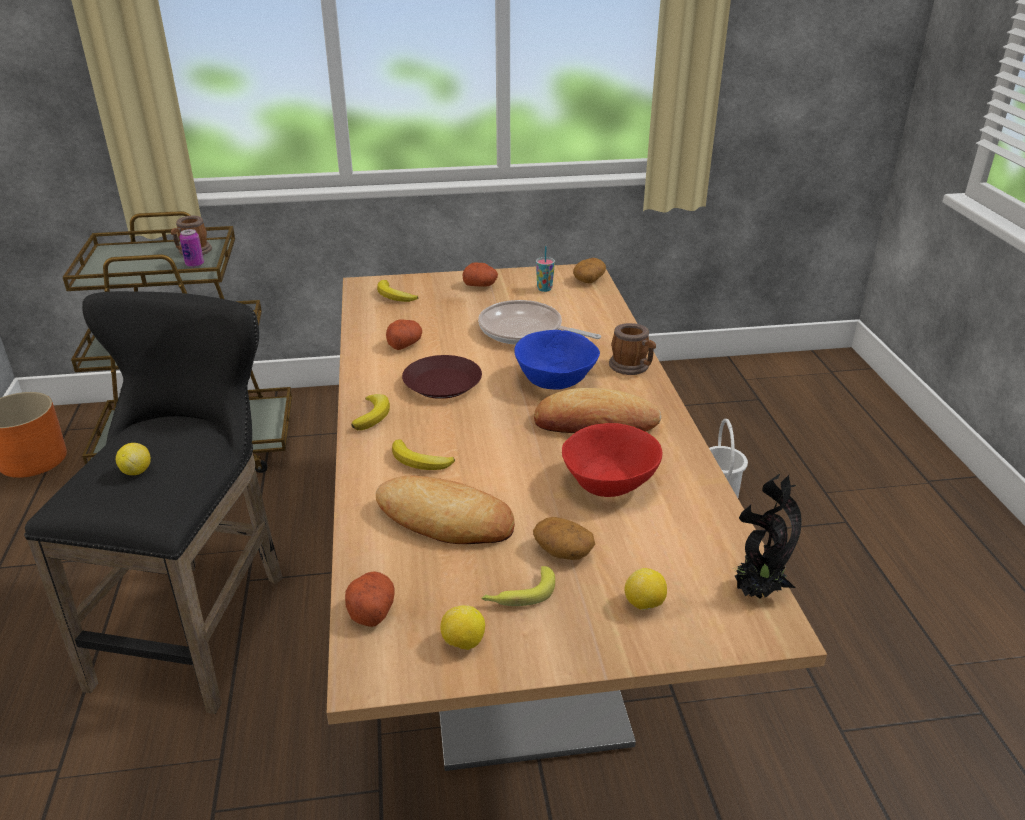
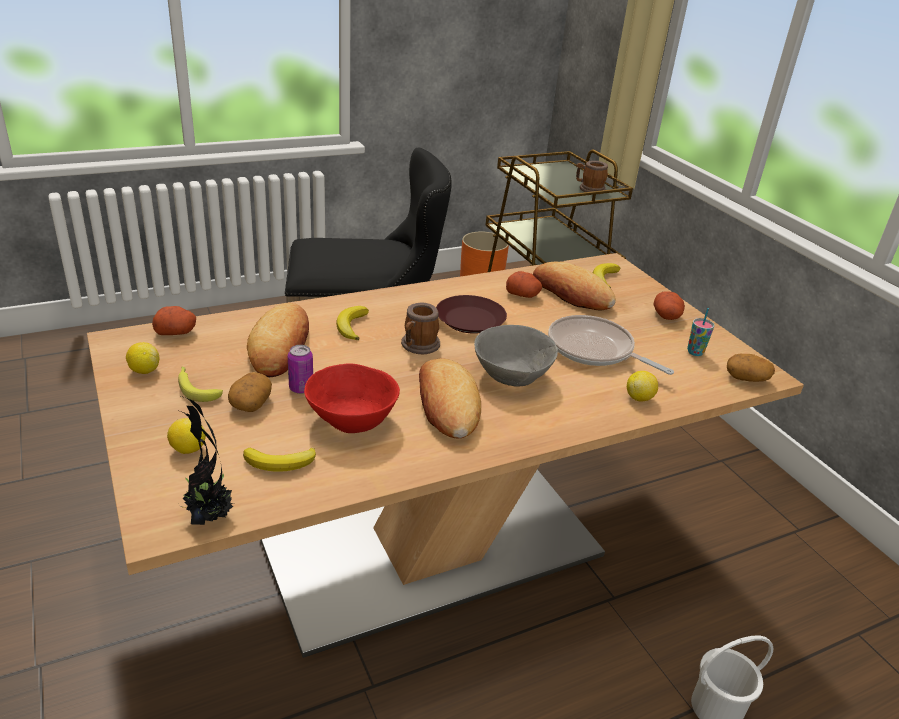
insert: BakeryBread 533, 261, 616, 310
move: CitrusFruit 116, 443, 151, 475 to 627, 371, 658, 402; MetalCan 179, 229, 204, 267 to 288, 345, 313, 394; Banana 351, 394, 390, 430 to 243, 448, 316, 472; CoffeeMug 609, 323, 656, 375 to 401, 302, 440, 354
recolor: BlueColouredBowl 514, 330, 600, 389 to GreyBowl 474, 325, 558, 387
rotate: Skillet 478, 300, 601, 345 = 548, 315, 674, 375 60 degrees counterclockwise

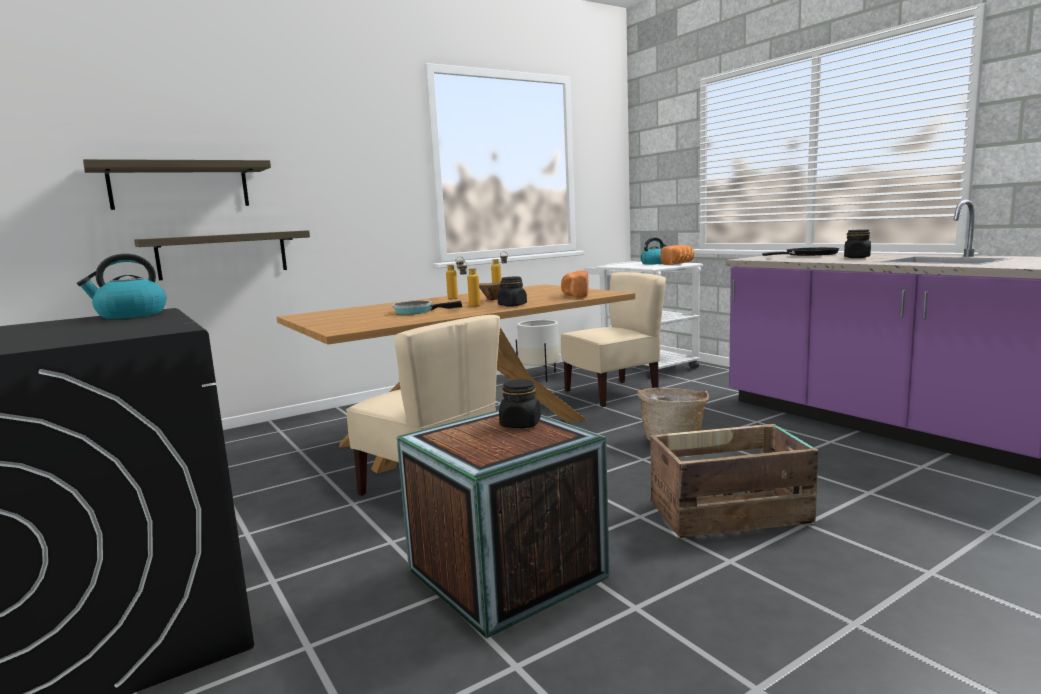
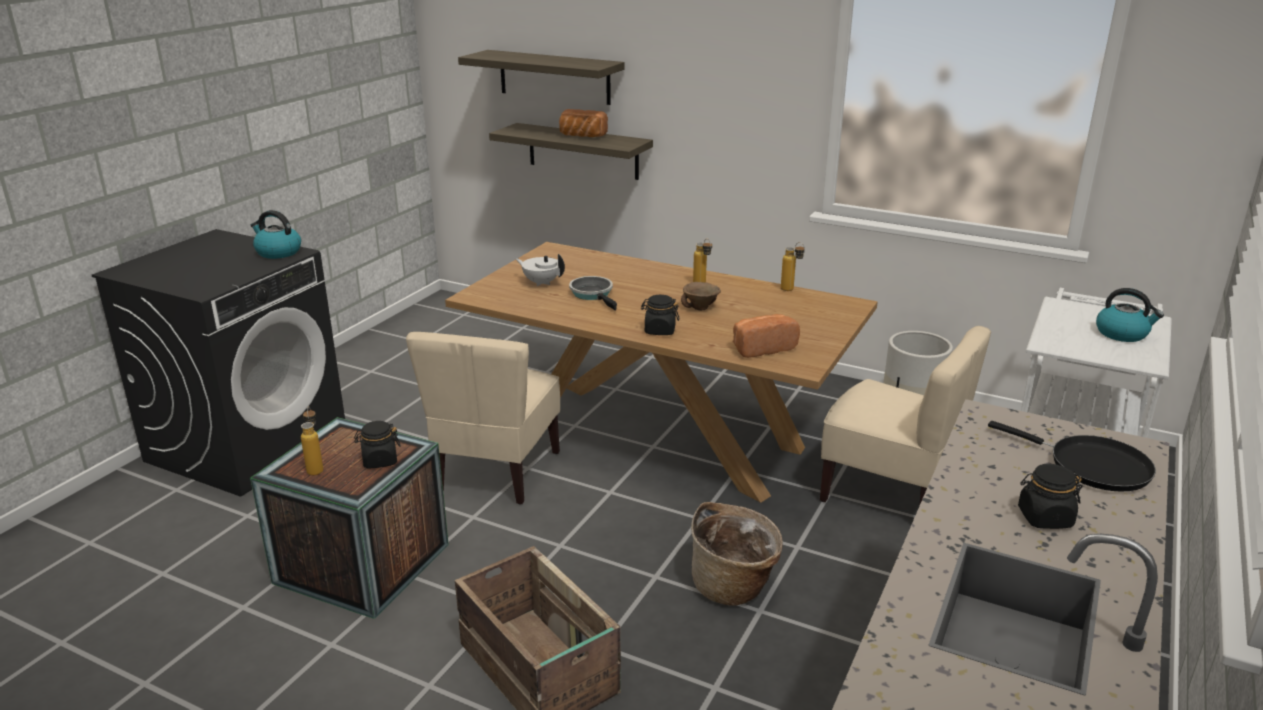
insert: WhiteColouredTeaPot 516, 254, 565, 286
move: DrinkBottle 458, 260, 481, 307 to 301, 406, 323, 476; BakeryBread 660, 245, 694, 265 to 559, 109, 608, 137

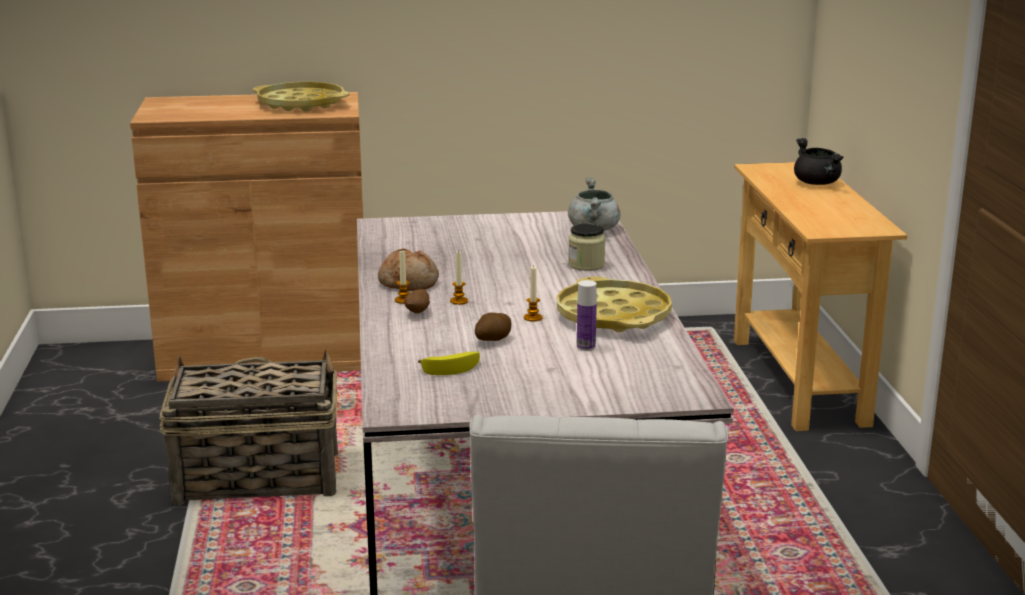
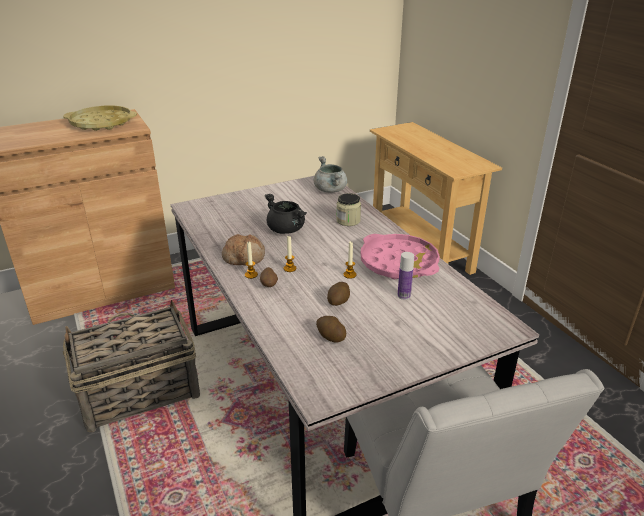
move: BlackColouredStockpot 794, 138, 844, 185 to 265, 194, 307, 234
replace: Banana 418, 352, 480, 375 to WholePotato 316, 316, 346, 342
recolor: YellowishTray 557, 276, 672, 332 to PinkColouredTray 361, 234, 440, 279

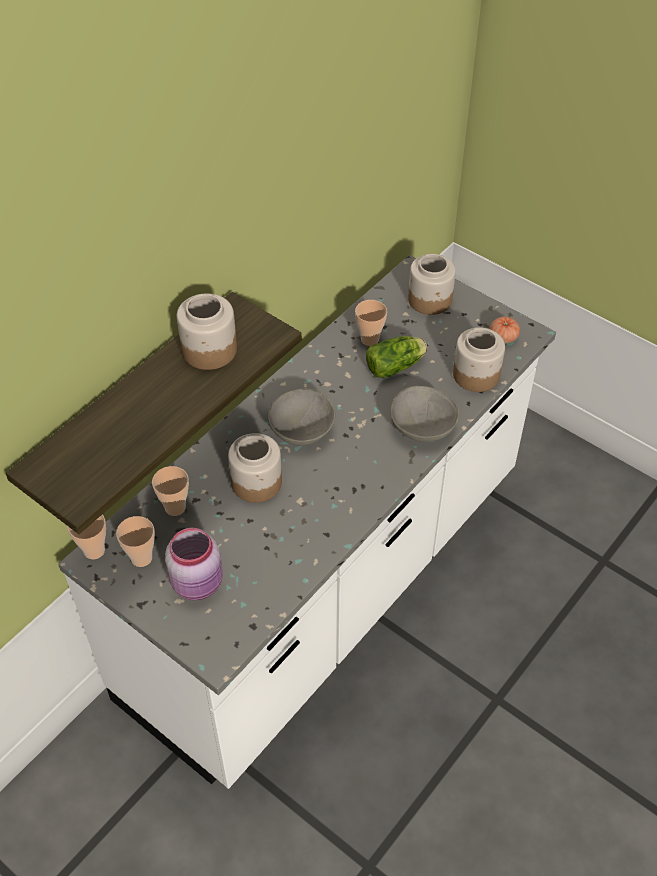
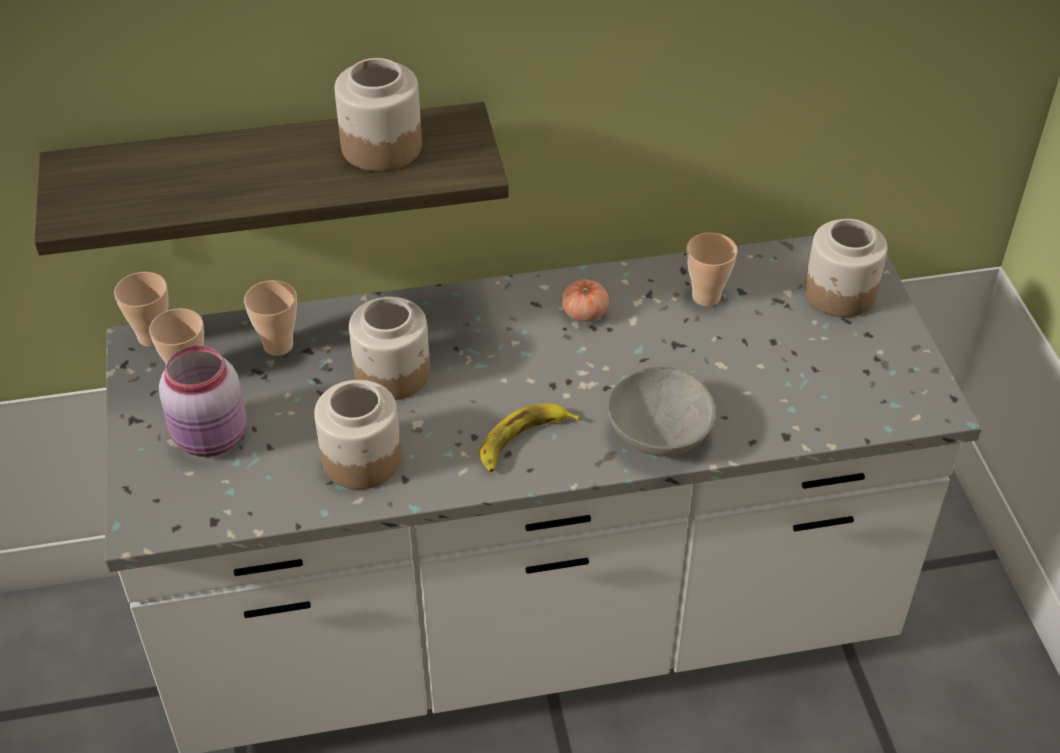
delete: GreyBowl 268, 389, 335, 446; Lettuce 366, 336, 428, 378
insert: Banana 479, 403, 580, 472
move: Jar 453, 327, 505, 392 to 314, 380, 401, 489; WholeTomato 490, 316, 520, 343 to 561, 279, 609, 322

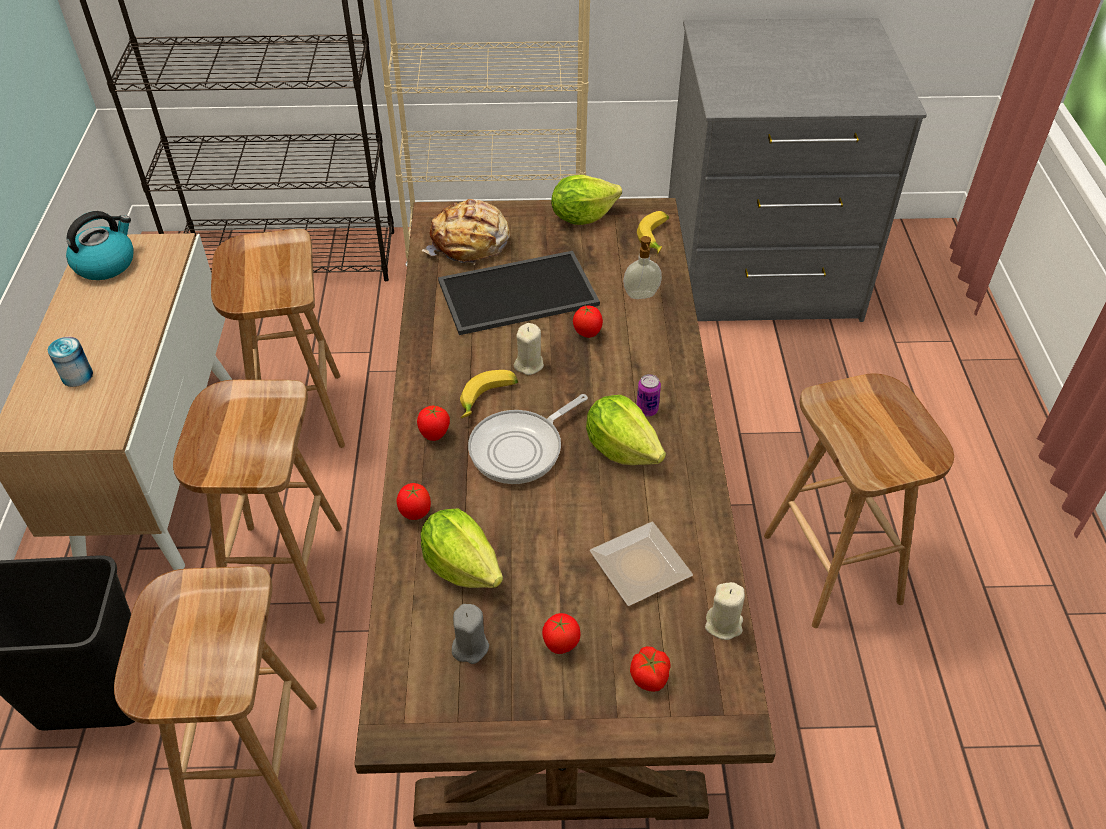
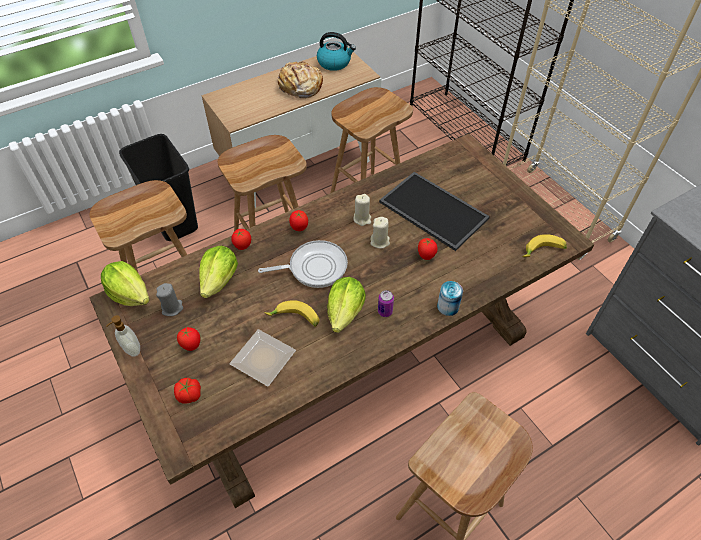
move: MetalCan 48, 337, 93, 387 to 437, 281, 463, 316; BakeryBread 422, 199, 510, 265 to 278, 61, 323, 98; Banana 460, 370, 518, 418 to 264, 300, 319, 327; Lettuce 551, 175, 622, 225 to 101, 261, 150, 306; SoapDispenser 623, 236, 662, 299 to 106, 315, 140, 357; BeigeCandle 705, 582, 745, 640 to 353, 194, 371, 226
rotate: Skillet 468, 394, 588, 484 = 258, 240, 348, 288 150 degrees clockwise

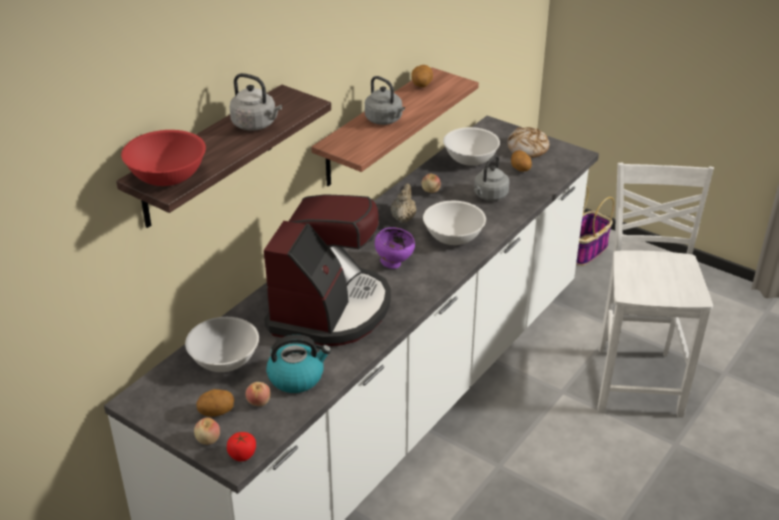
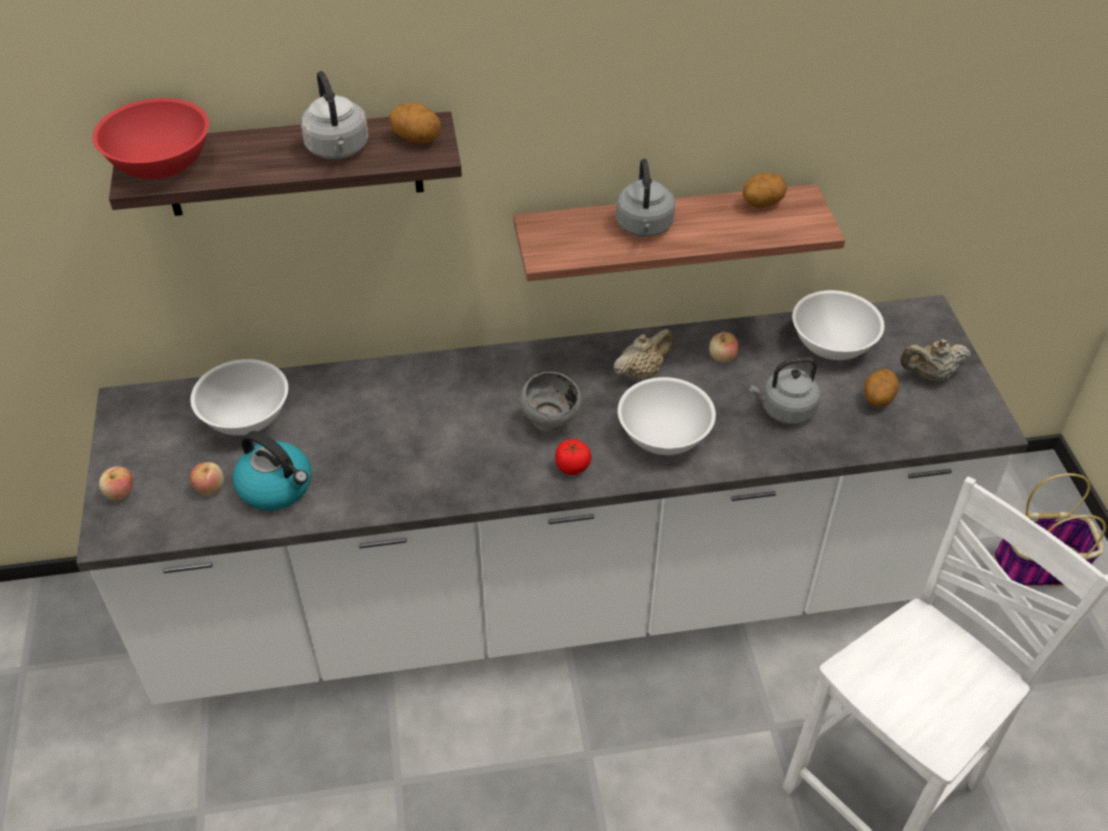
delete: CoffeeMachine 264, 194, 391, 346
move: WholePotato 197, 389, 234, 417 to 389, 103, 441, 143; WholeTomato 227, 432, 256, 461 to 555, 439, 592, 475
replace: BakeryBread 508, 127, 550, 158 to BeigeTeaPot 900, 339, 971, 382
recolor: PurplishBowl 375, 227, 415, 269 to GreyBowl 520, 371, 582, 432

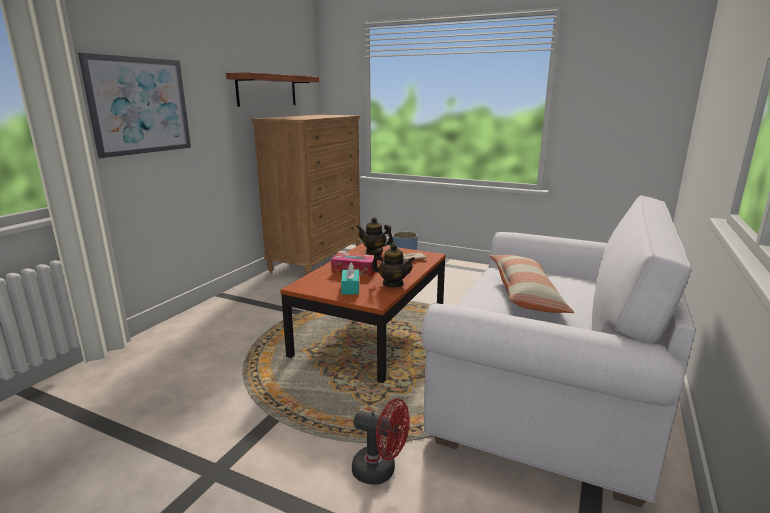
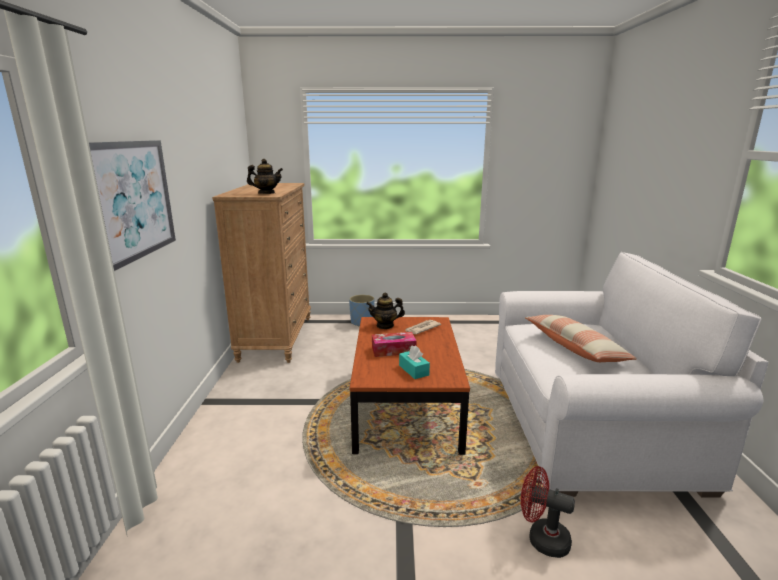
delete: WallShelf 226, 72, 319, 107
move: TeaPot 372, 243, 415, 287 to 247, 159, 283, 194
rotate: RedColouredCoolingFan 352, 398, 410, 485 = 521, 466, 575, 558 150 degrees counterclockwise

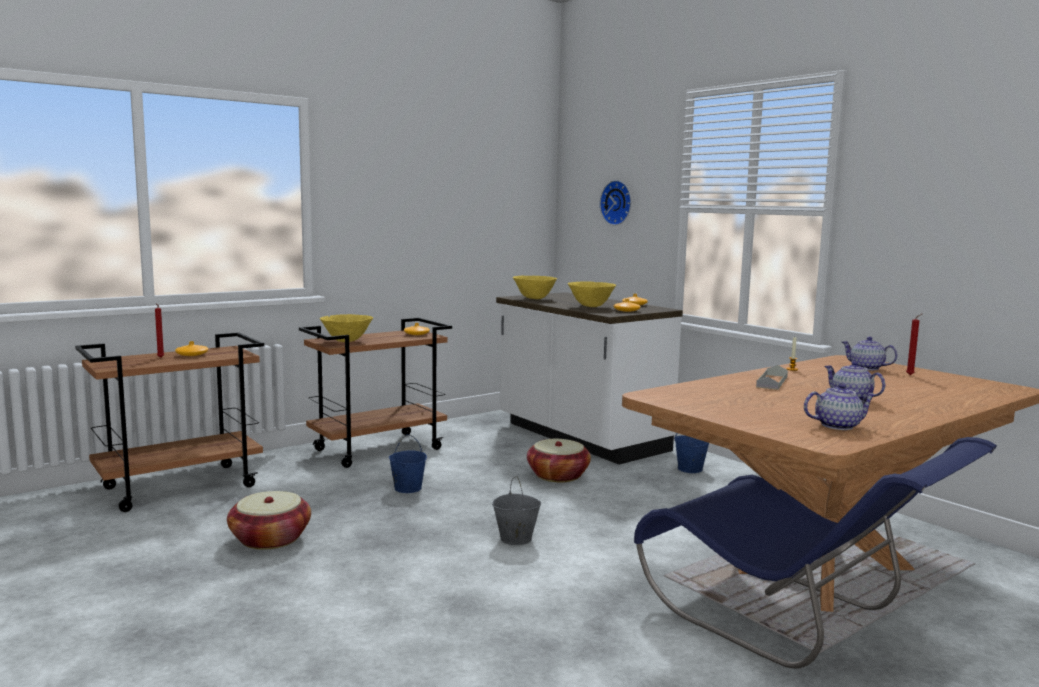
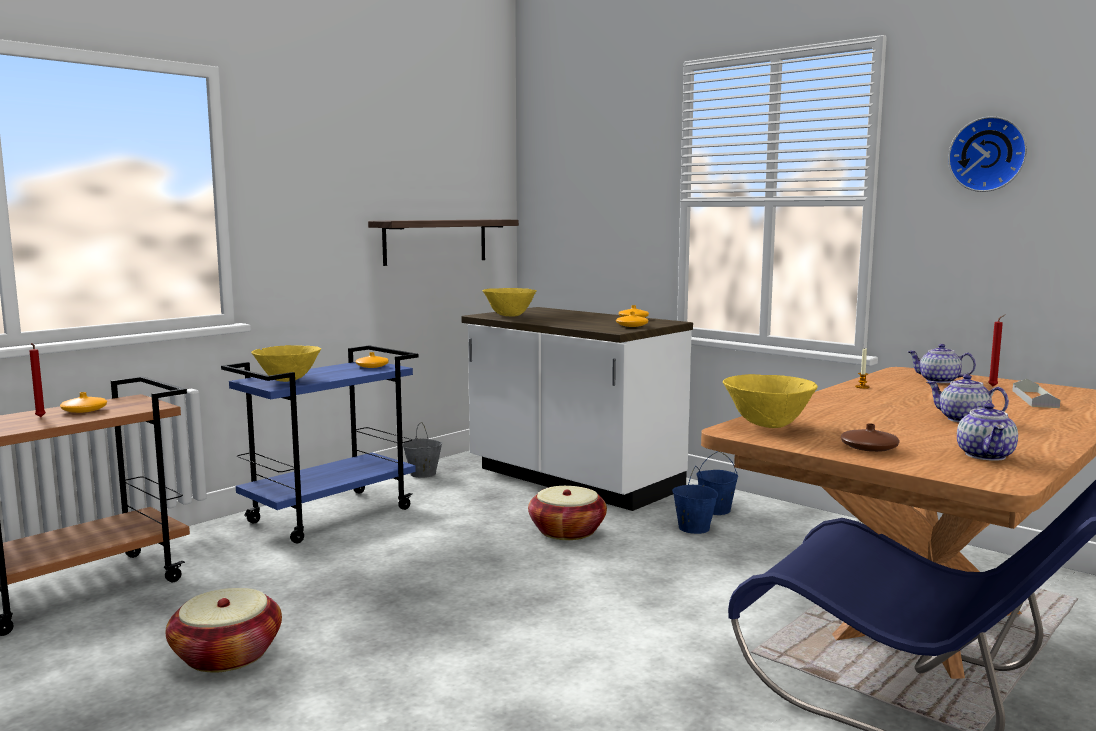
insert: WallShelf 368, 219, 519, 266; BrownishFlowerVase 841, 424, 900, 452
move: BlueColouredBucket 389, 434, 427, 493 to 672, 466, 718, 534; GreyBucket 492, 476, 541, 545 to 403, 422, 443, 478; YellowishBowl 568, 281, 616, 307 to 723, 374, 818, 428; WallClock 600, 180, 631, 225 to 948, 116, 1027, 192; GreyTray 756, 365, 788, 390 to 1012, 379, 1061, 408
recolor: BrownishTrolley 299, 318, 452, 468 to BlueColouredTrolley 221, 346, 418, 543
rotate: TeaPot 804, 383, 876, 430 = 957, 403, 1018, 461 120 degrees clockwise

